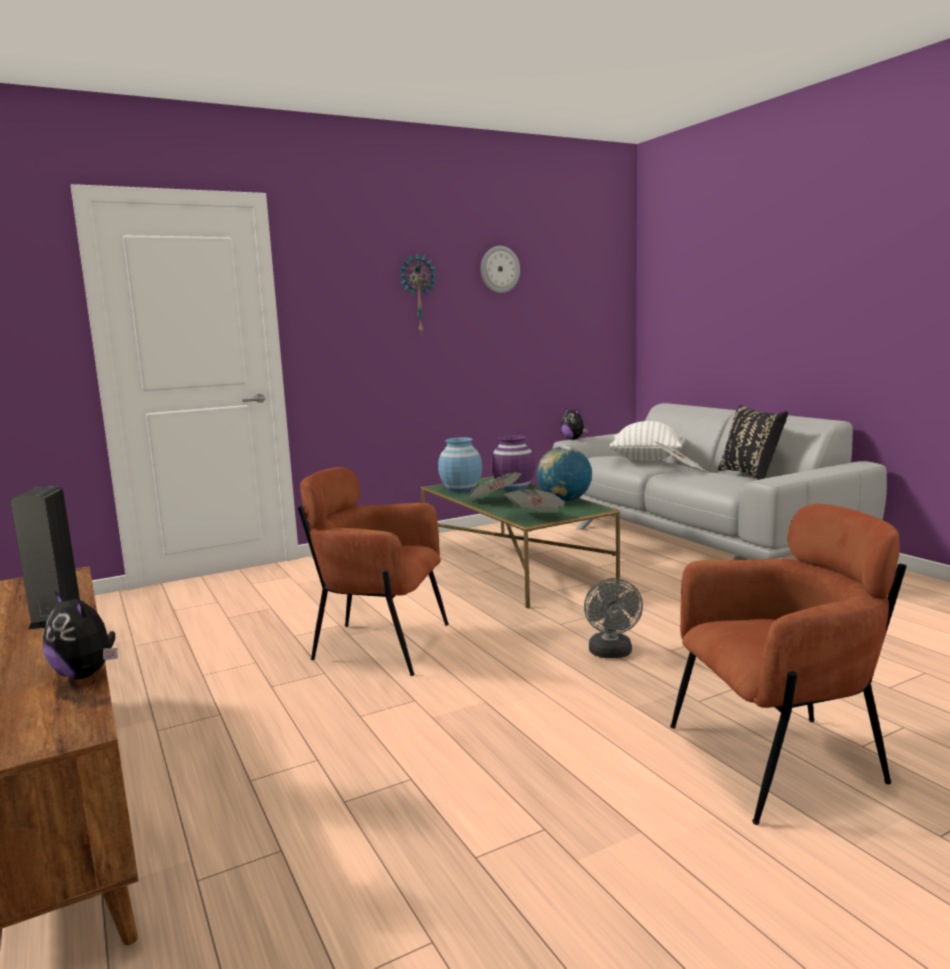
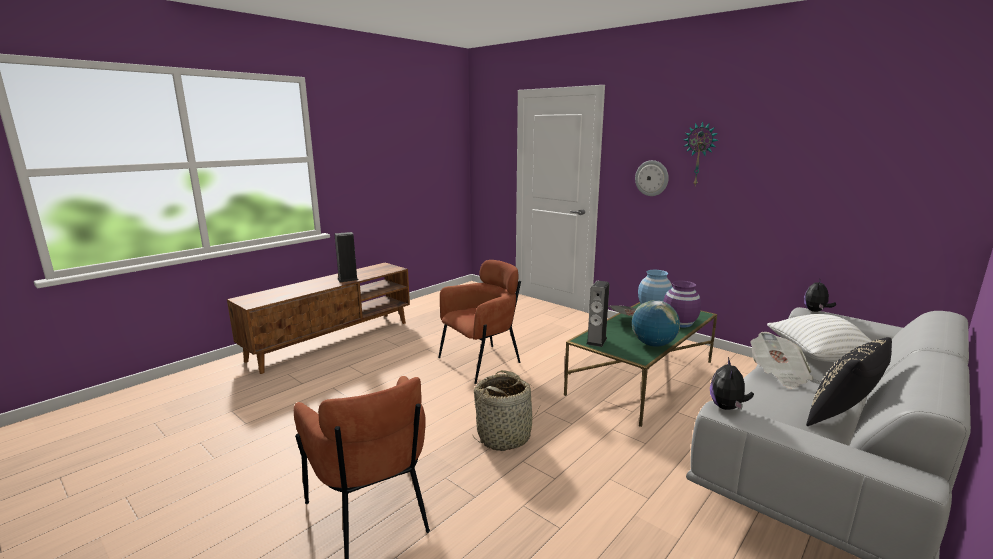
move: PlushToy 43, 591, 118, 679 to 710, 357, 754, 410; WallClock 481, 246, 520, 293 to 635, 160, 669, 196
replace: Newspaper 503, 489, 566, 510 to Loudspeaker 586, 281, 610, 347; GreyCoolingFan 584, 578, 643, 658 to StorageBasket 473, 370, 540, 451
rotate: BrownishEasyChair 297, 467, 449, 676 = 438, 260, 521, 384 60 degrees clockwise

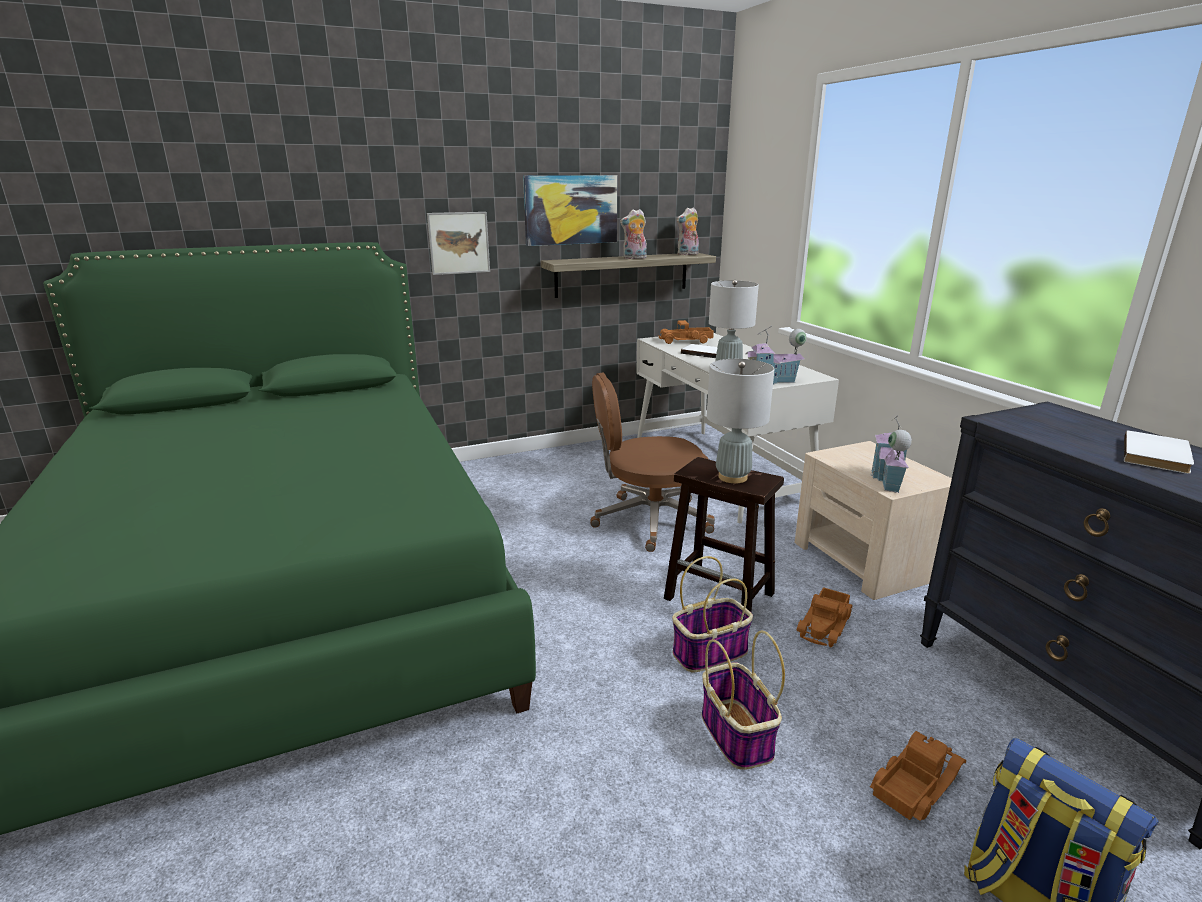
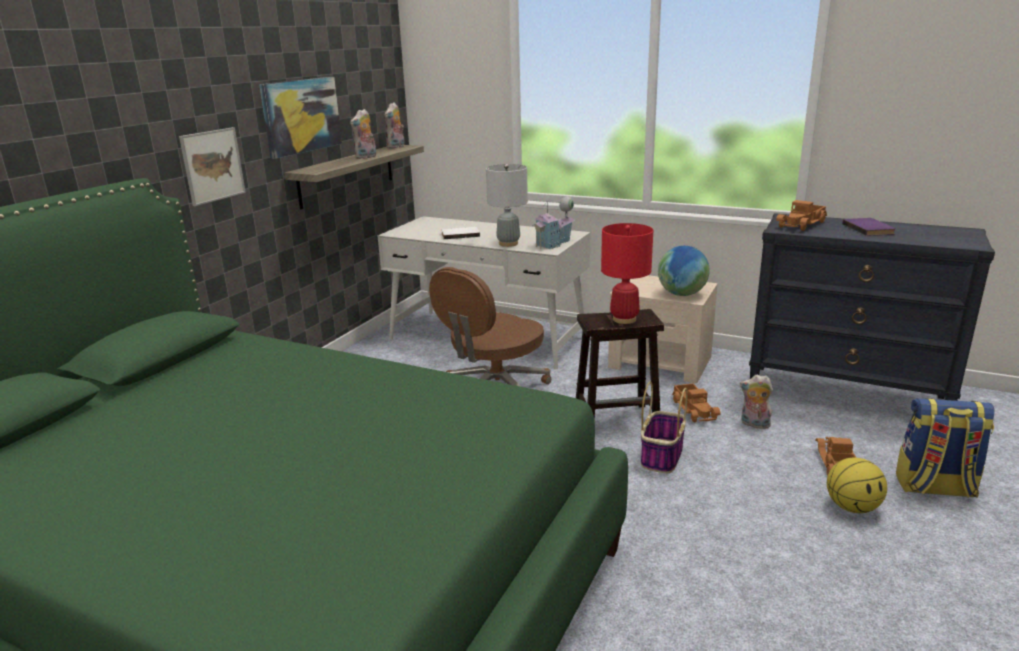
delete: StorageBasket 702, 631, 785, 770
insert: PlushToy 740, 374, 773, 429; BasketballBall 827, 457, 887, 513
move: ModelTruck 658, 320, 714, 344 to 776, 200, 827, 231
replace: MiniatureHouse 871, 416, 912, 493 to DeskGlobe 658, 246, 710, 296
recolor: GreyLampForATable 707, 359, 774, 483 to RedColouredLampForATable 601, 223, 653, 324; WhiteColouredVolume 1124, 430, 1194, 474 to PurplishVolume 842, 218, 896, 236

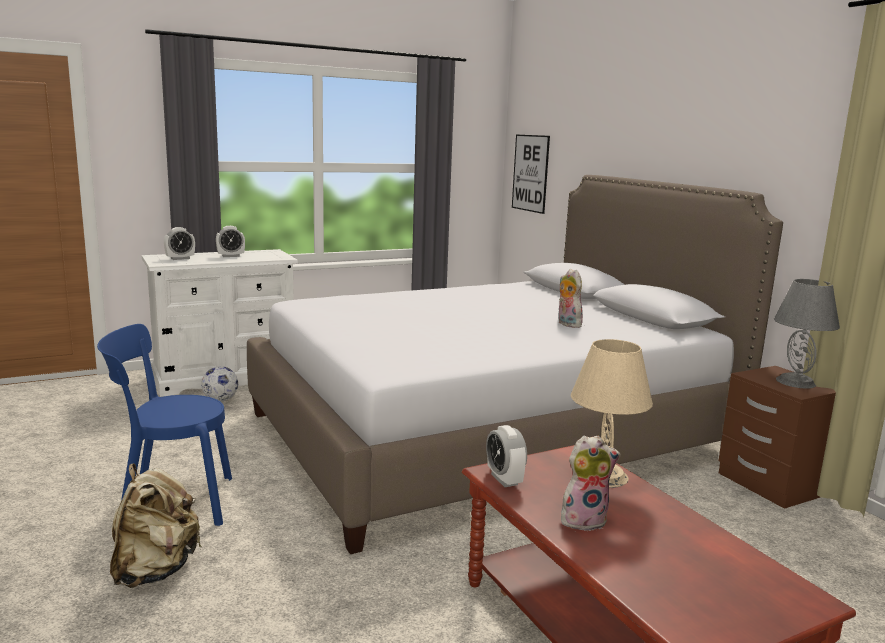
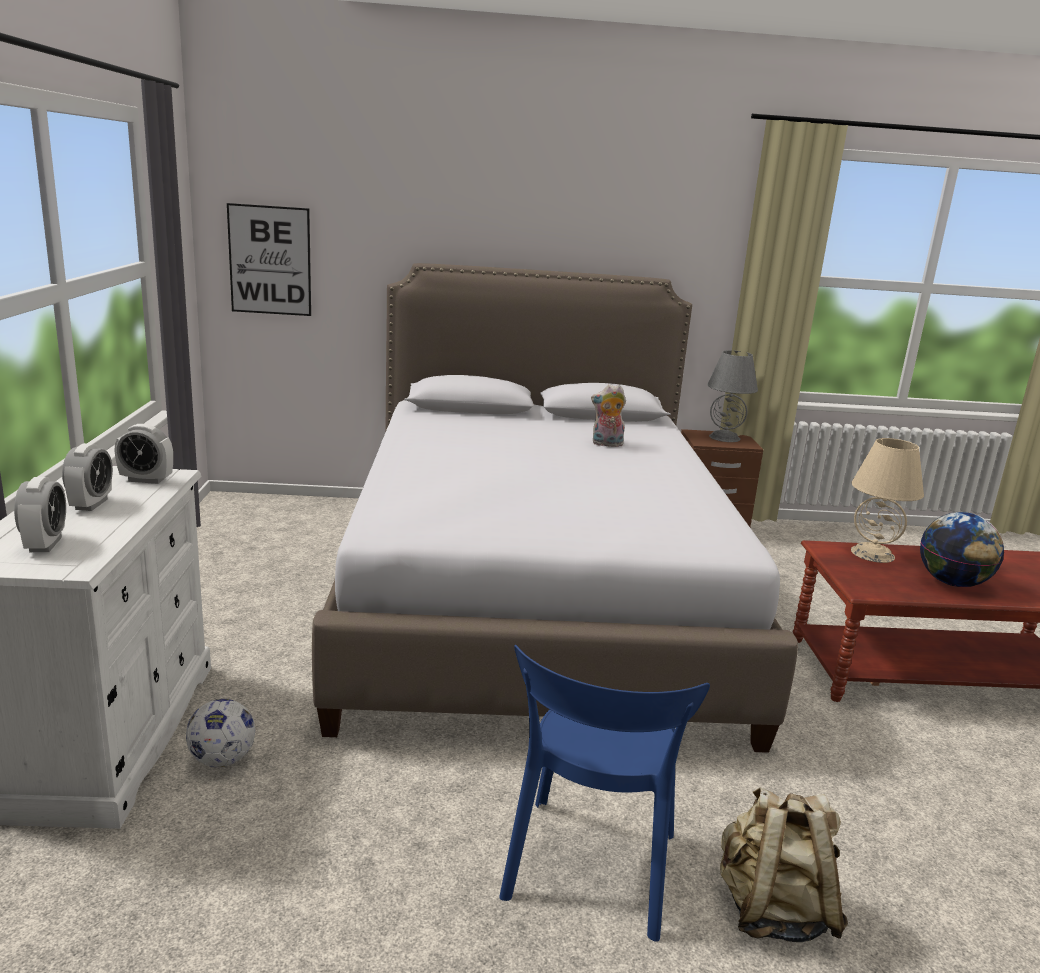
move: AlarmClock 486, 425, 527, 487 to 115, 424, 173, 484
replace: PlushToy 561, 436, 621, 531 to DeskGlobe 920, 512, 1004, 587

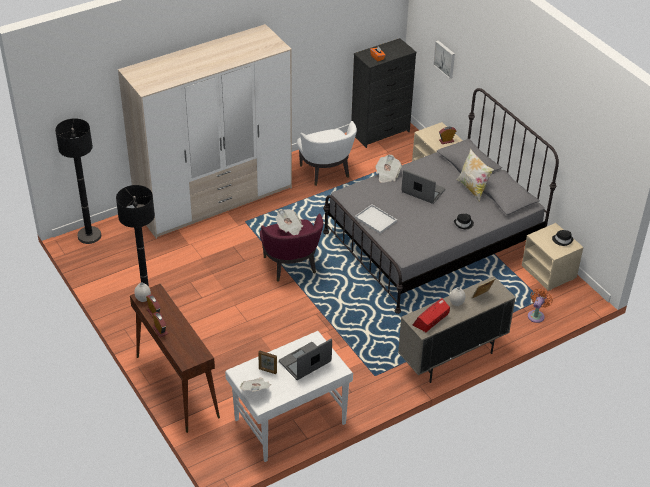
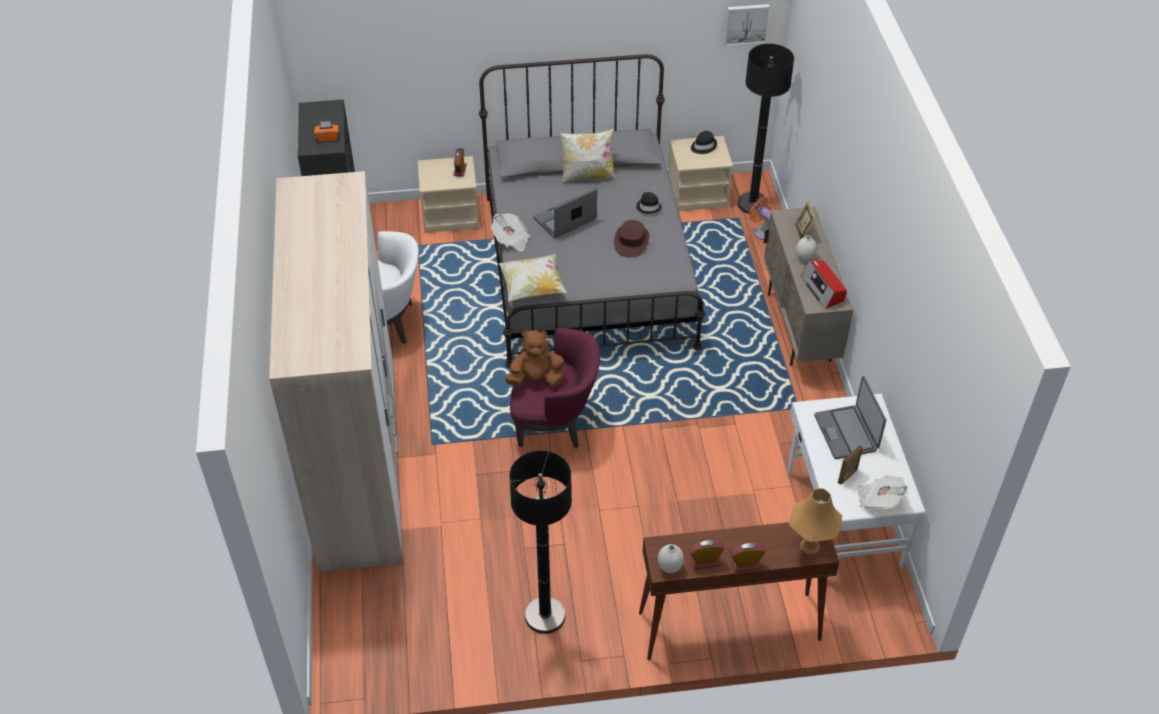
delete: WhiteColouredTray 355, 204, 397, 233
insert: ThrowPillow 499, 254, 567, 302; BrownishClothingHat 614, 220, 649, 257; OrangeColouredLampForATable 789, 488, 842, 555
move: BlackColouredStandardLamp 55, 118, 101, 244 to 738, 44, 794, 214; WallArt 433, 40, 455, 79 to 724, 4, 770, 46
replace: Newspaper 276, 209, 303, 235 to BrownishPlushToy 505, 330, 565, 387

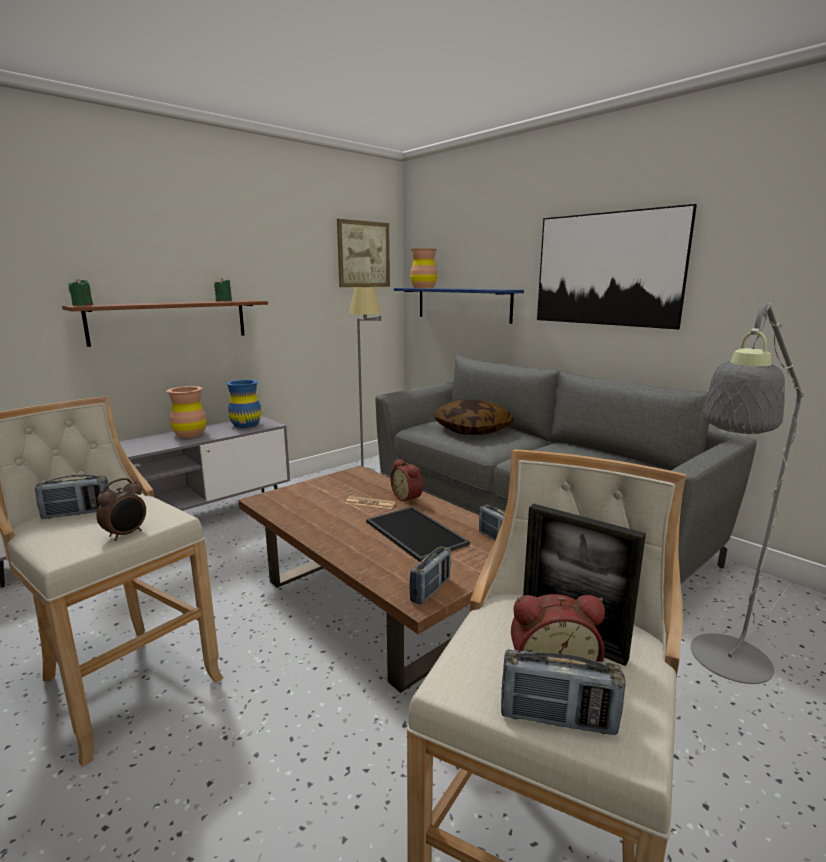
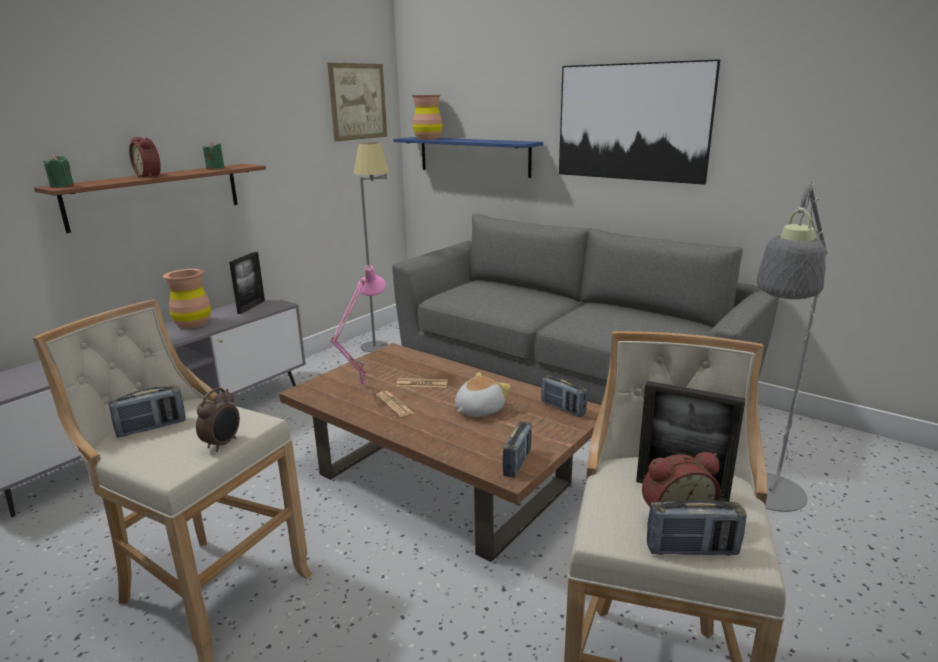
delete: ThrowPillow 433, 400, 514, 435
insert: PinkColouredLampForATable 330, 265, 386, 388; Newspaper 376, 391, 414, 417
move: AlarmClock 391, 459, 423, 504 to 129, 137, 161, 178
replace: BlueColouredFlowerVase 226, 380, 261, 428 to PictureFrame 229, 252, 265, 314; Tray 366, 506, 470, 562 to PlushToy 455, 372, 511, 417

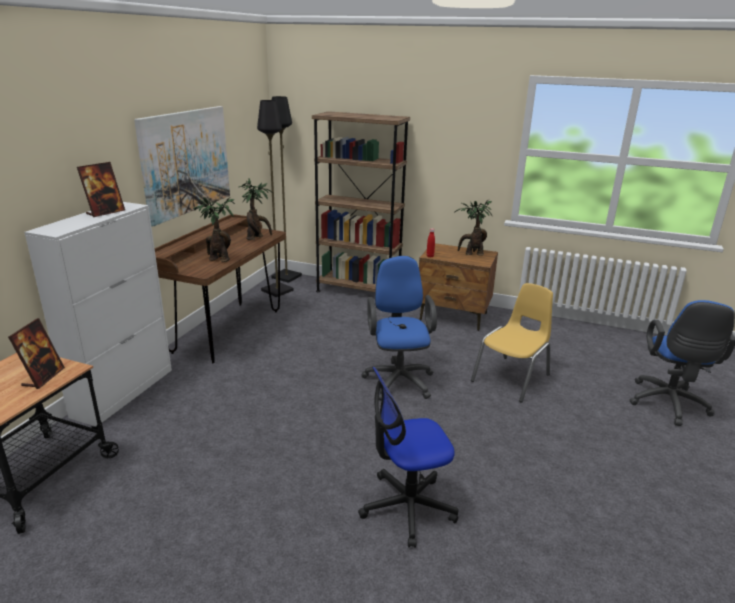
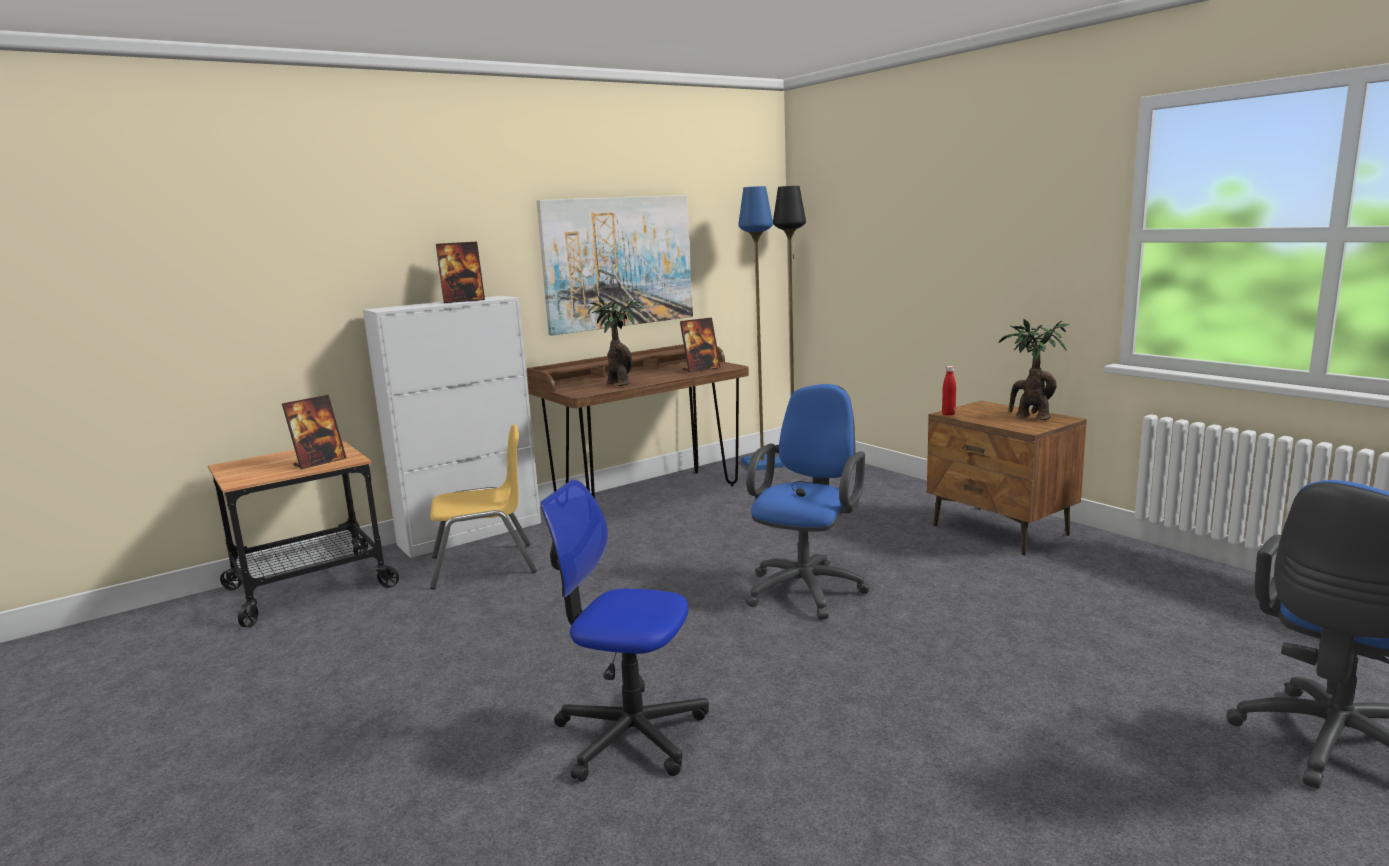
delete: BrownishShelvingUnit 312, 111, 410, 292
move: YellowishPlainChair 471, 283, 553, 402 to 430, 425, 537, 589
replace: PottedPlant 239, 178, 273, 240 to PictureFrame 680, 318, 721, 372
recolor: BlackColouredStandardLamp 257, 100, 294, 297 to BlueColouredStandardLamp 738, 186, 784, 470

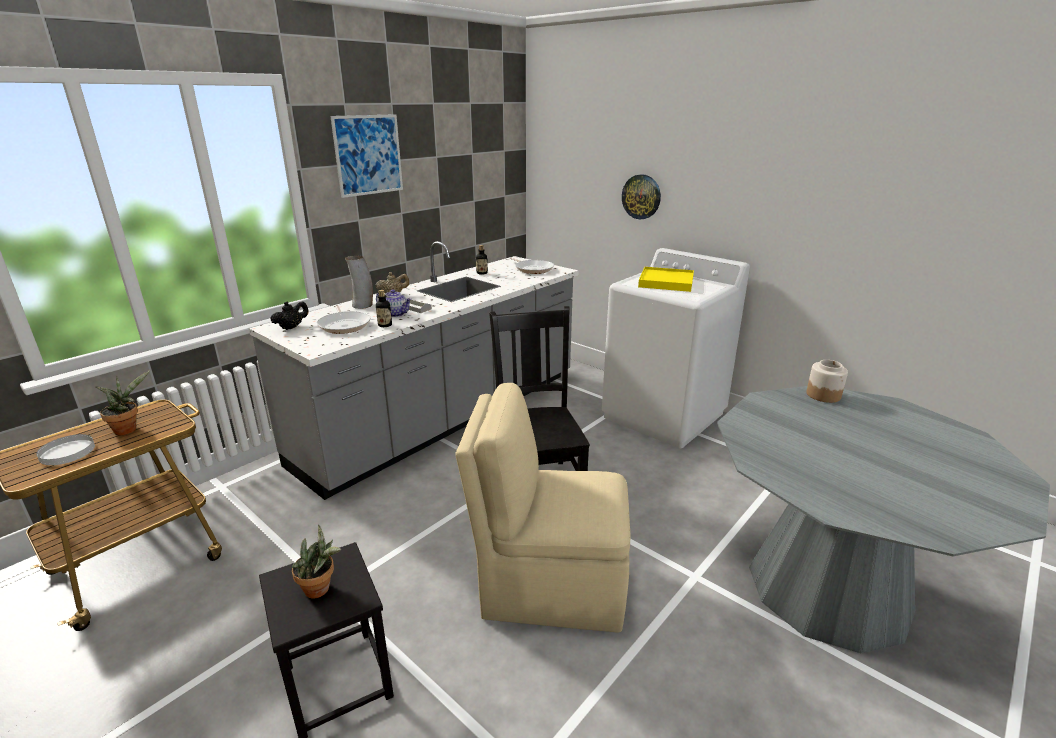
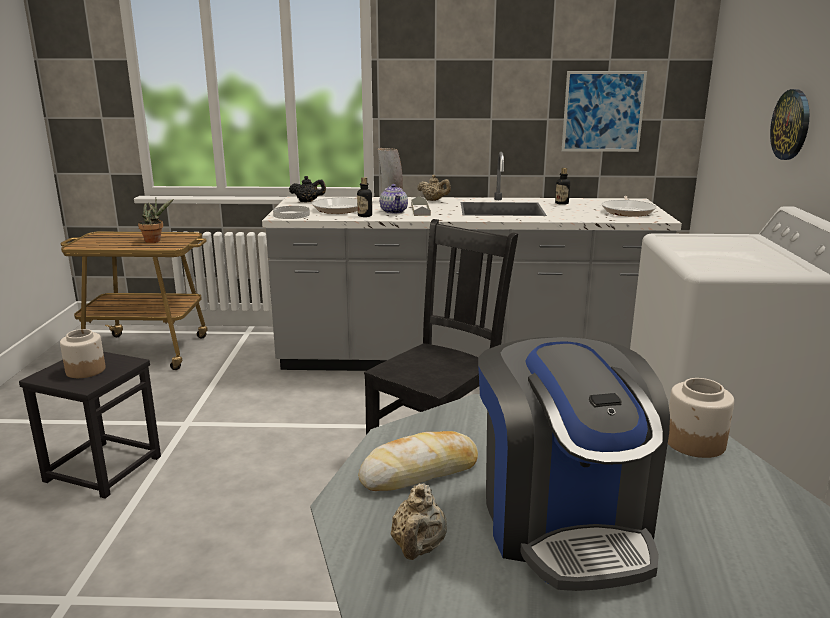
delete: BeigePlainChair 455, 383, 630, 633; YellowishTray 638, 267, 694, 292
insert: BakeryBread 358, 431, 478, 491; BeigeTeaPot 391, 484, 447, 560; CoffeeMachine 478, 337, 670, 591
move: WhiteColouredFlatDish 36, 434, 95, 465 to 273, 206, 310, 219; WallArt 330, 114, 403, 198 to 562, 71, 647, 152
replace: PottedPlant 292, 524, 341, 598 to Jar 60, 329, 106, 378

